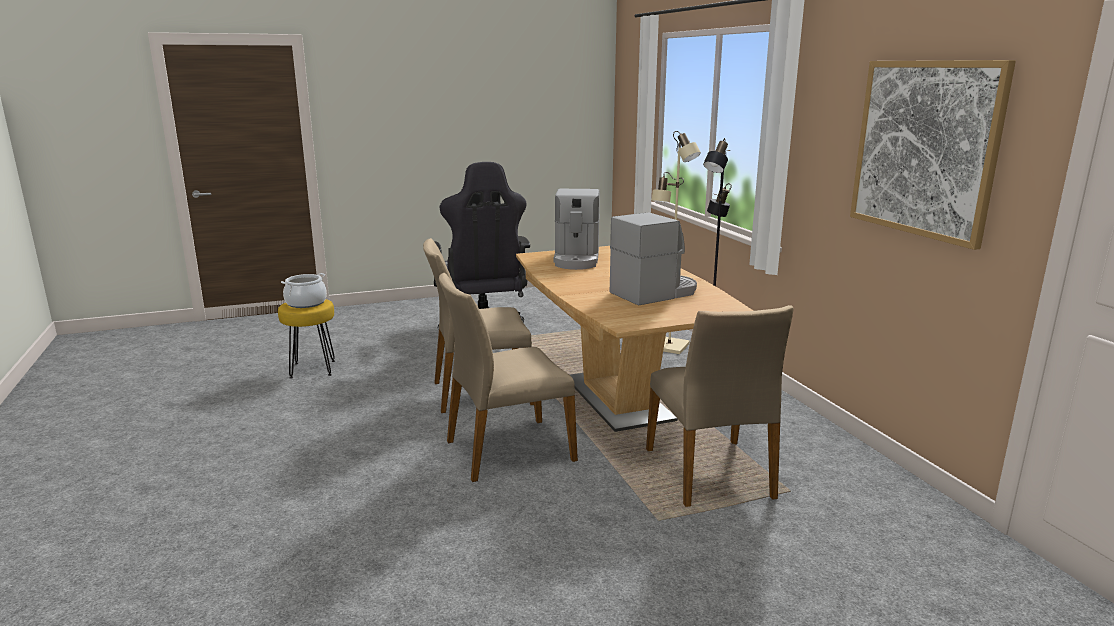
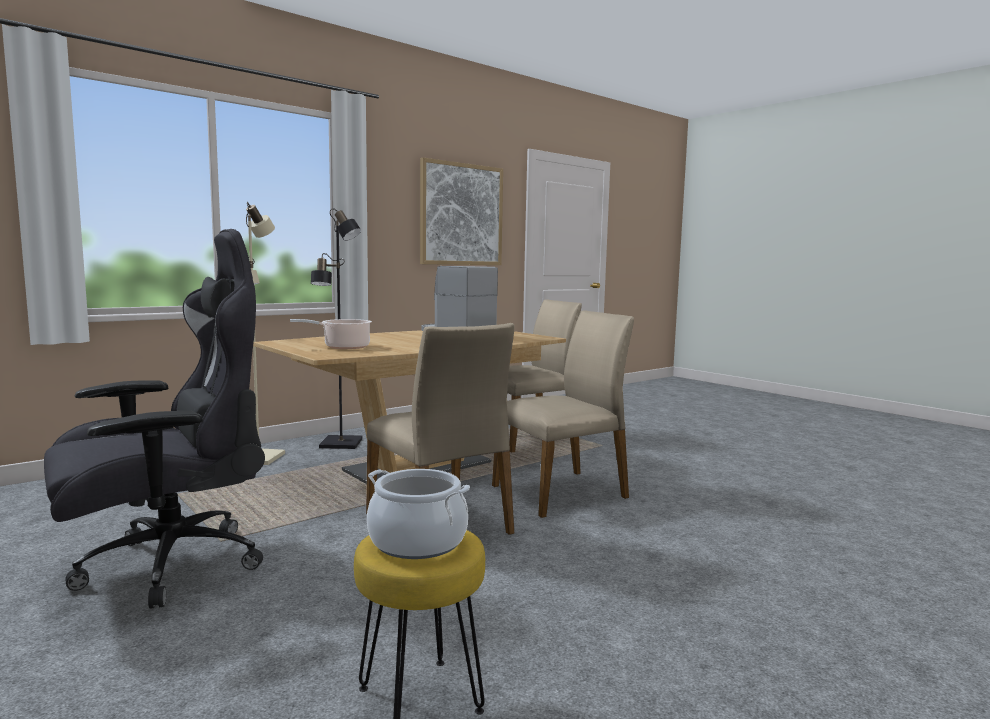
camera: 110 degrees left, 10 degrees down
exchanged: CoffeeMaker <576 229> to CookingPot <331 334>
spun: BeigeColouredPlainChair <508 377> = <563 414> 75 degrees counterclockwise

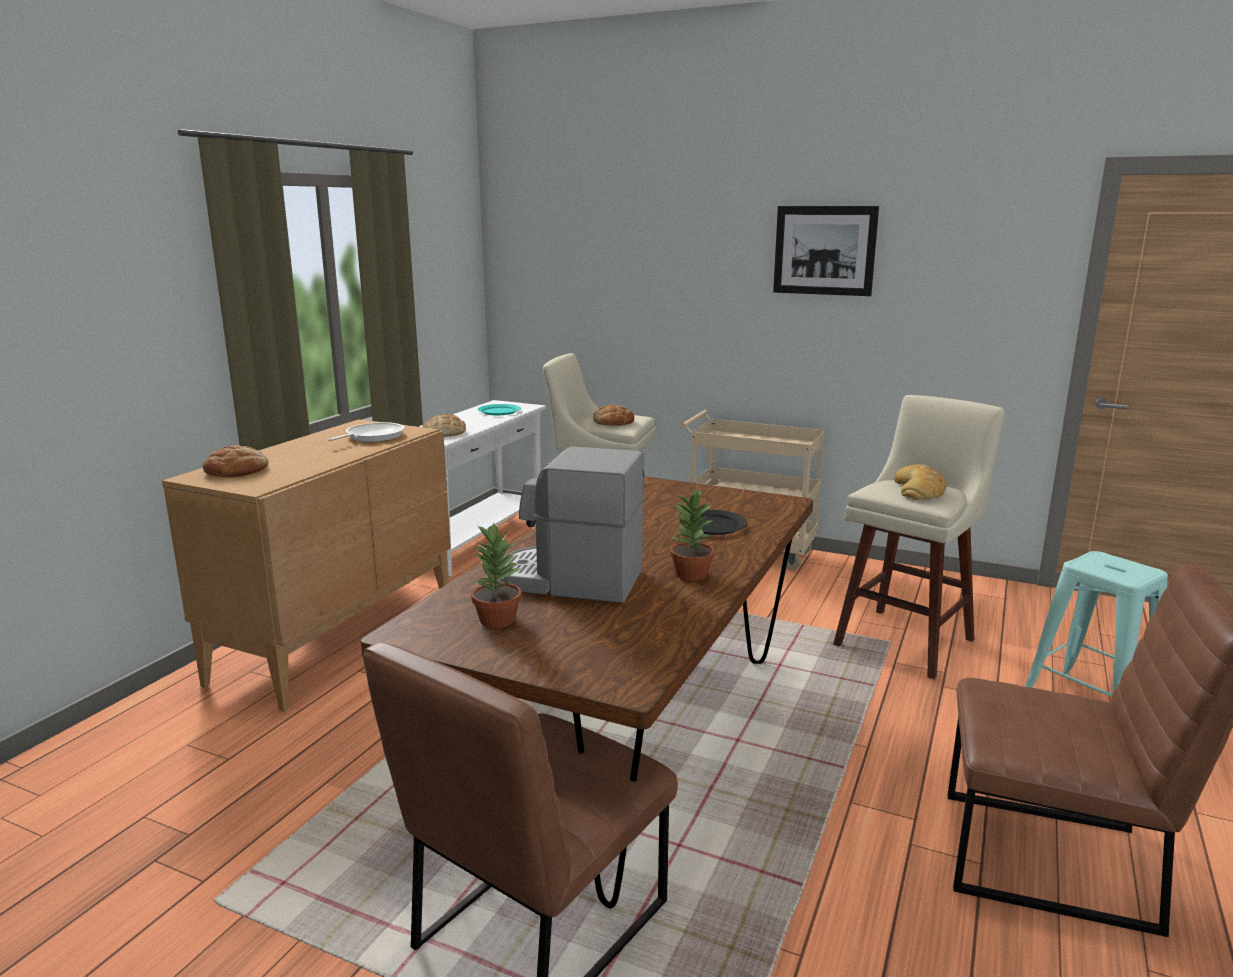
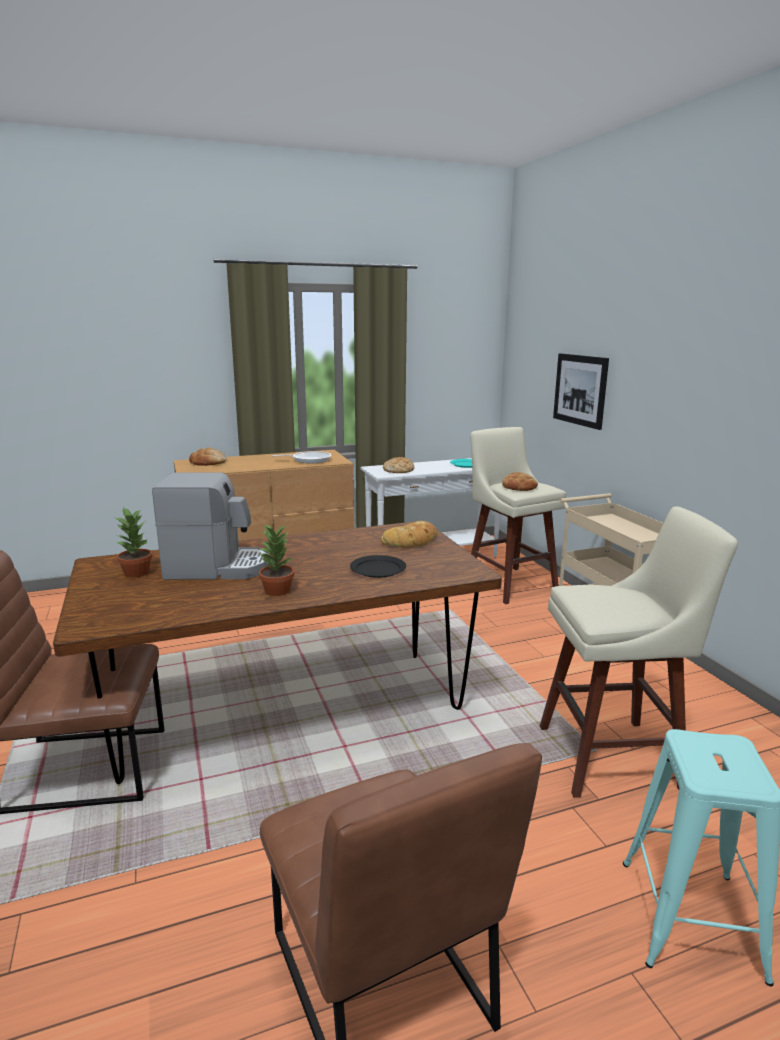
camera: 45 degrees right, 0 degrees up
relocated: Picture <826 251> to <581 391>; BakeryBread <920 482> to <409 534>
spun: CoffeeMaker <572 524> = <210 526> 120 degrees clockwise

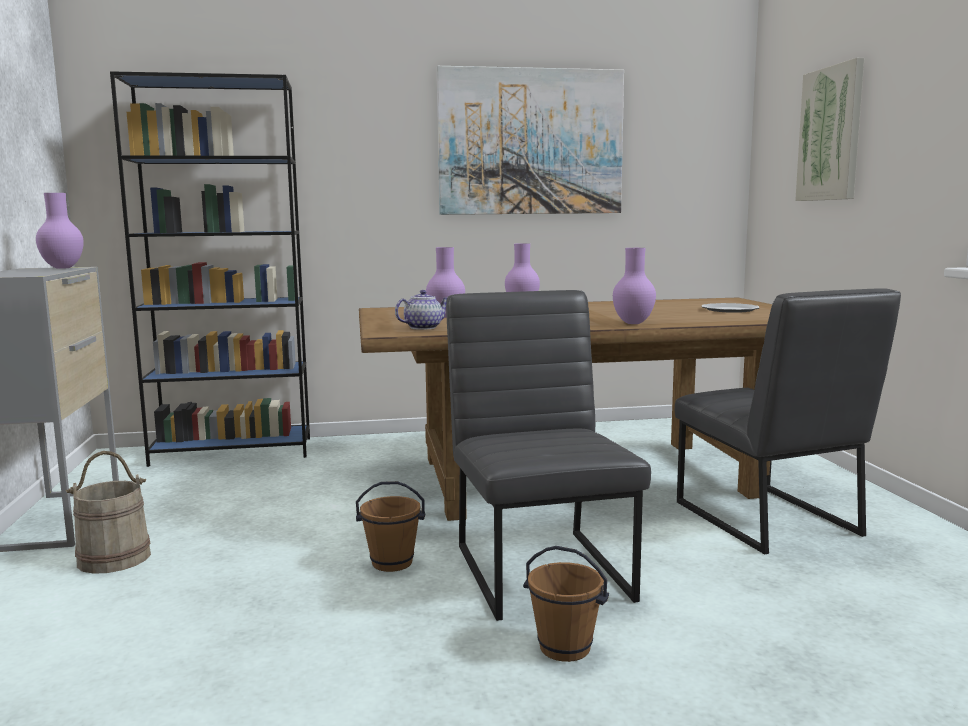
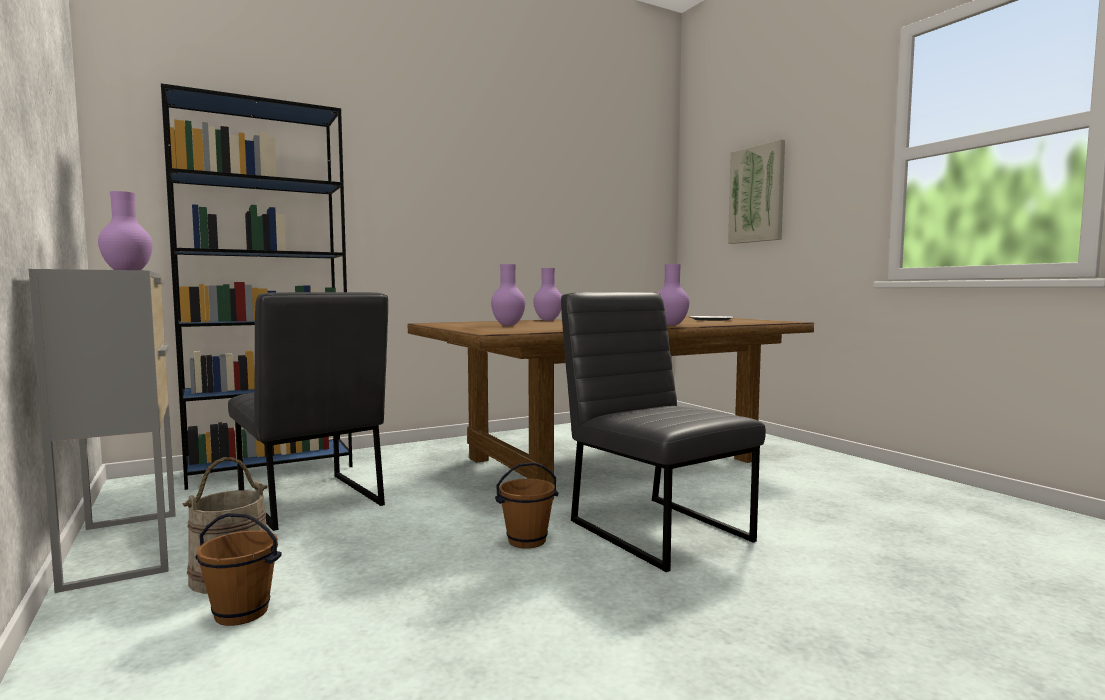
camera: 20 degrees left, 5 degrees down
missing: PotForTea <421 310>; Picture <530 140>
relocated: BrownWaterBucket <566 604> to <238 569>; GreyPlainChair <788 421> to <308 411>

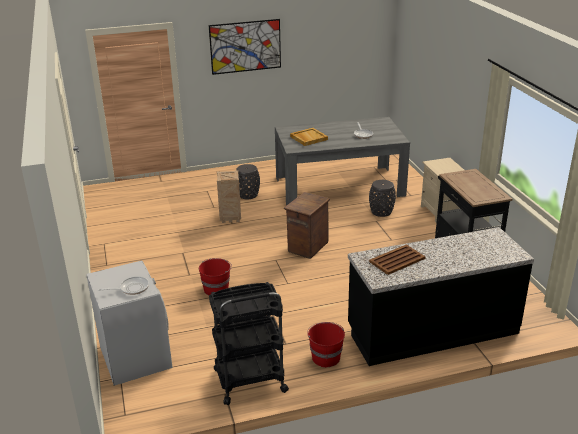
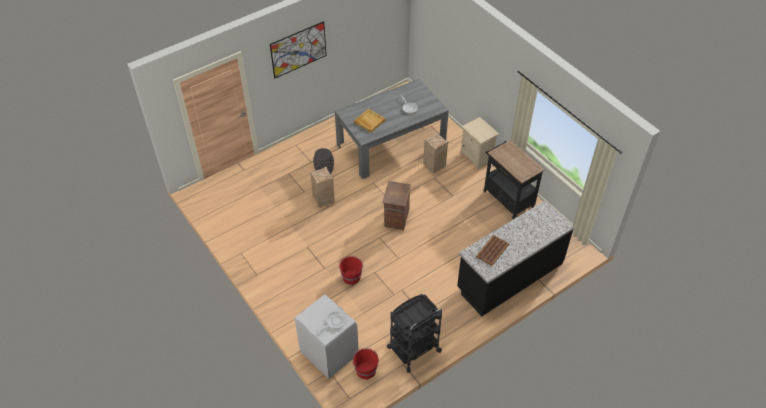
camera: 20 degrees left, 20 degrees up
relocated: ReddishWaterBucket <326 345> to <365 364>
exchanged: GreySittingStool <382 198> to PackingCrate <435 153>

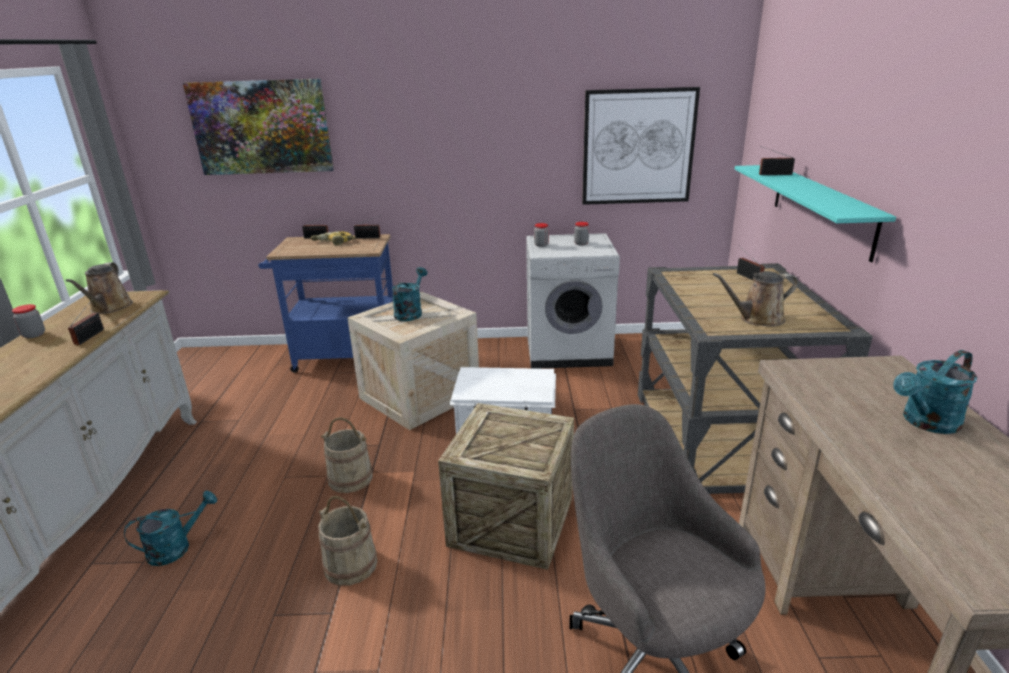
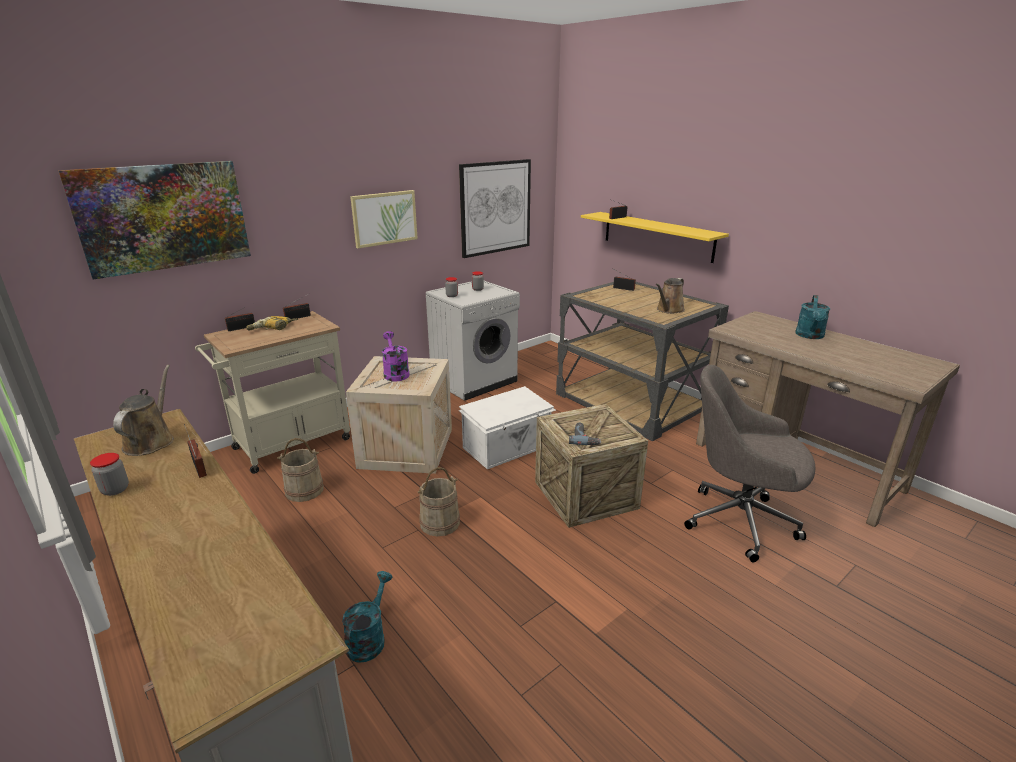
camera: 40 degrees left, 0 degrees up
appeared: Picture <384 219>; ElectricDrill <585 433>
relocated: BeigeColouredWaterBucket <348 541> to <300 470>
colour: BluishWheeledCart <325 303> to BeigeColouredWheeledCart <272 392>; BlueGreenSprinklingCan <409 294> to PurpleSprinklingCan <396 356>; BlueGreenBracketShelf <815 213> to YellowColouredBracketShelf <655 237>
spun: BrownSprinklingCan <99 288> = <143 410> 135 degrees counterclockwise

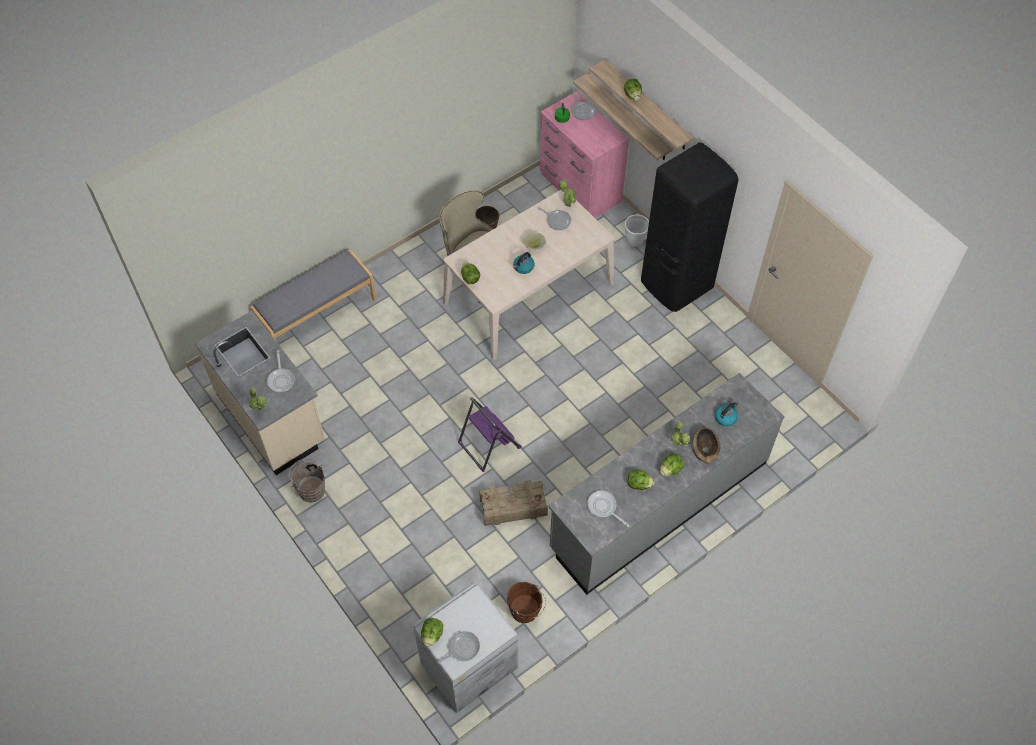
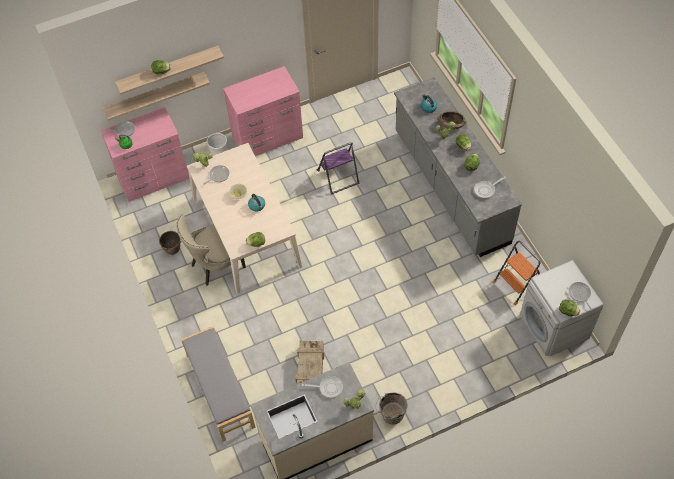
camera: 75 degrees left, 0 degrees up
relocated: PurpleStepladder <490 434> to <338 168>; PackingCrate <513 503> to <309 362>
exchanged: BrownWaterBucket <526 602> to OrangeyStepladder <516 273>; BlackishFridge <690 227> to PinkChestOfDrawers <263 111>

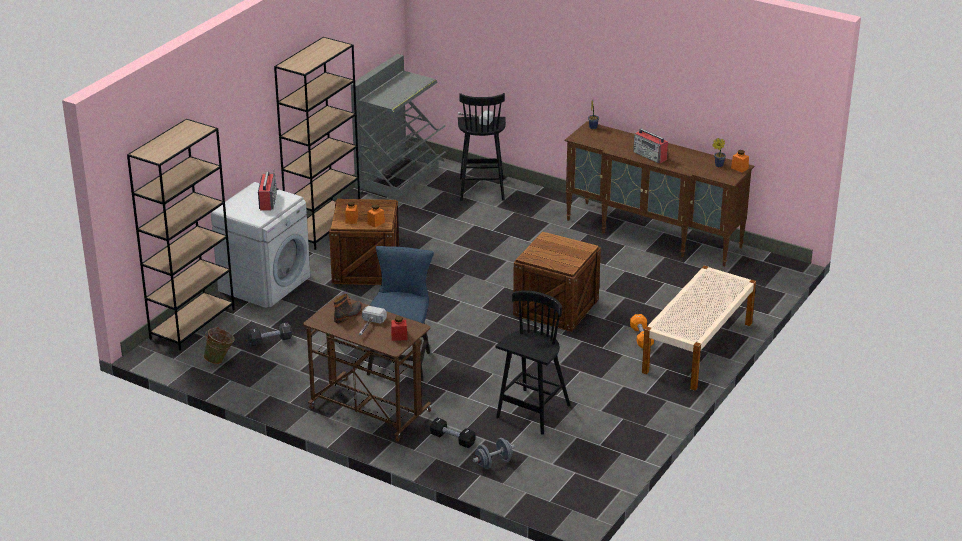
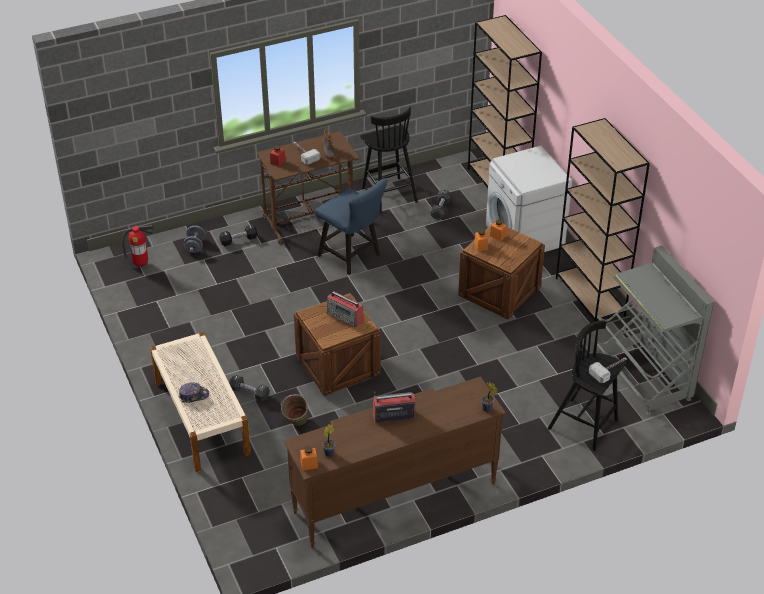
camera: 125 degrees right, 10 degrees up
appeared: Extinguisher <138 246>; BaseballCap <194 392>
relocated: GreenColouredWaterBucket <219 345> to <294 410>; Radio <268 191> to <345 309>; BlackishSittingStool <533 362> to <389 159>
colour: OrangeyFreeWeight <642 331> to BlackishFreeWeight <249 388>

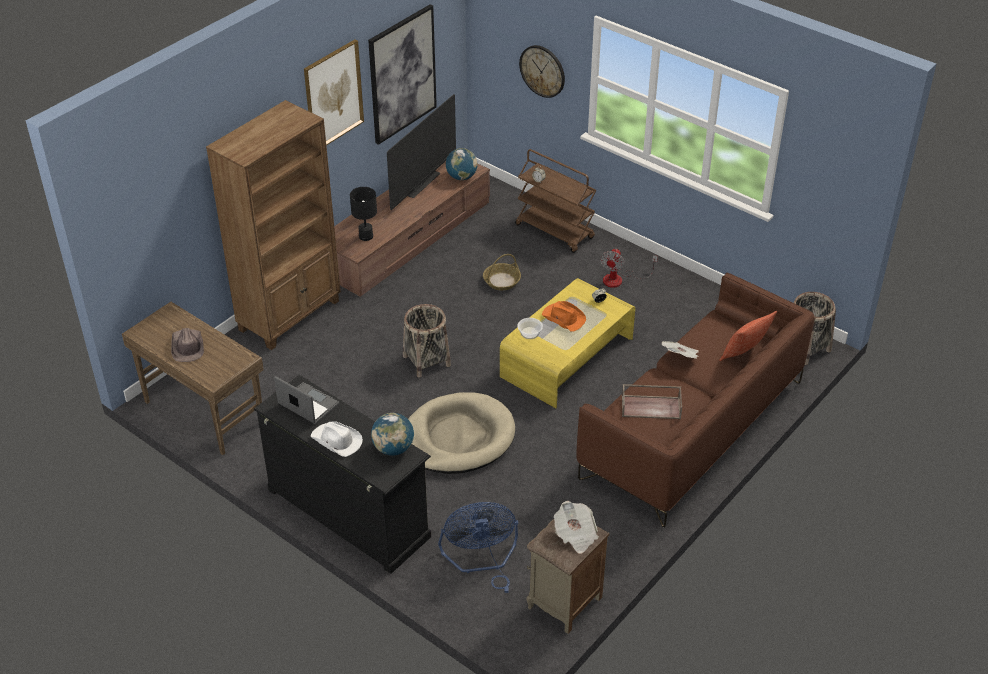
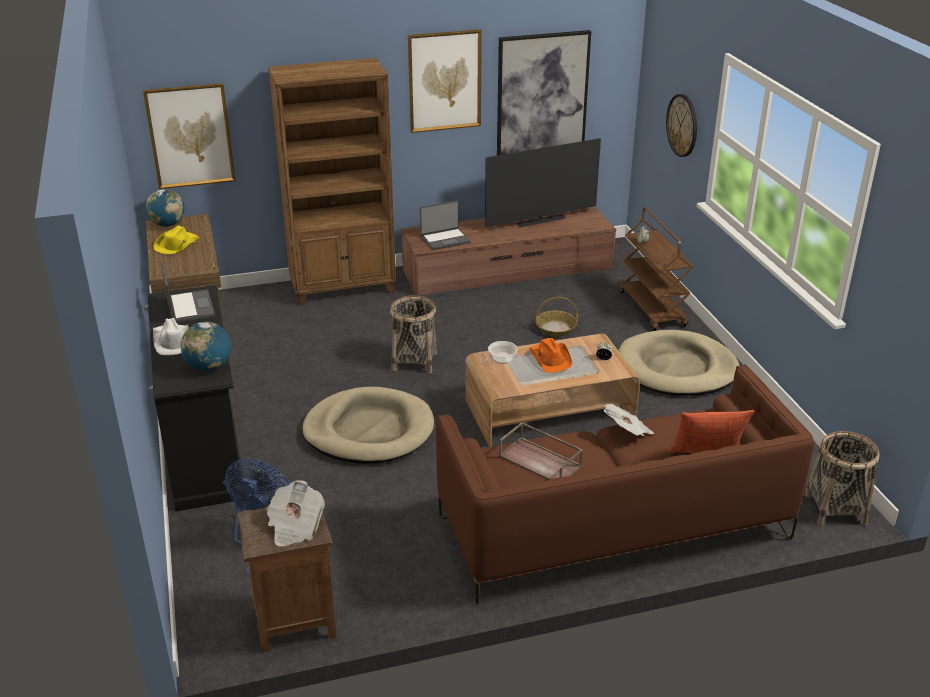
camera: 35 degrees right, 10 degrees down
appeared: Picture <189 136>
relocated: WorldGlobe <461 164> to <165 208>
exchanged: BlackishLampForATable <363 214> to PortableComputer <445 225>; CoolingFan <629 268> to BeigeColouredDogBed <678 363>
colour: BrownClothingHat <187 345> to YellowColouredClothingHat <176 240>; YellowColouredLowTable <567 343> to BrownLowTable <552 390>

